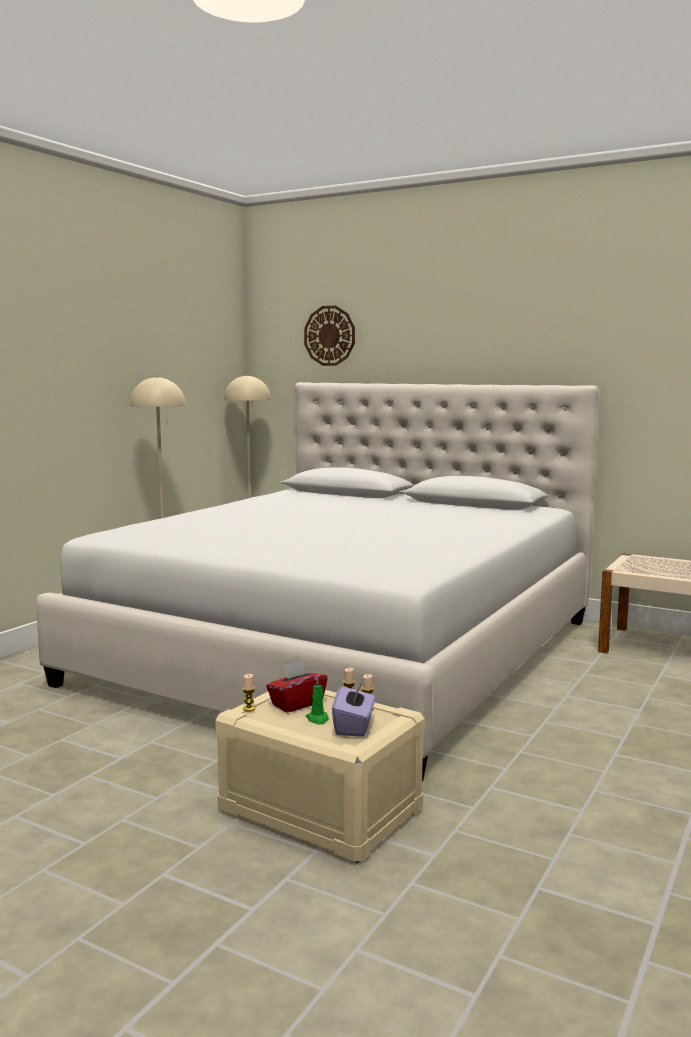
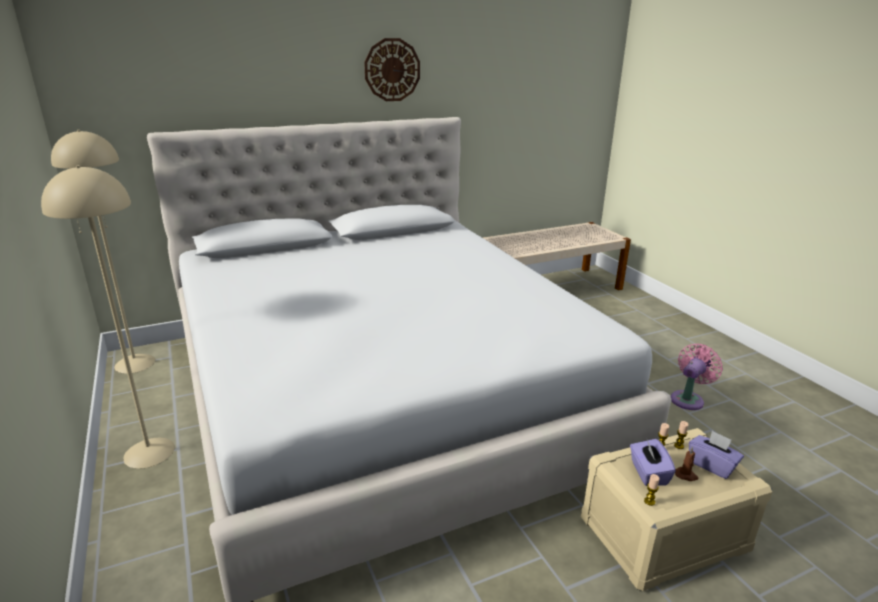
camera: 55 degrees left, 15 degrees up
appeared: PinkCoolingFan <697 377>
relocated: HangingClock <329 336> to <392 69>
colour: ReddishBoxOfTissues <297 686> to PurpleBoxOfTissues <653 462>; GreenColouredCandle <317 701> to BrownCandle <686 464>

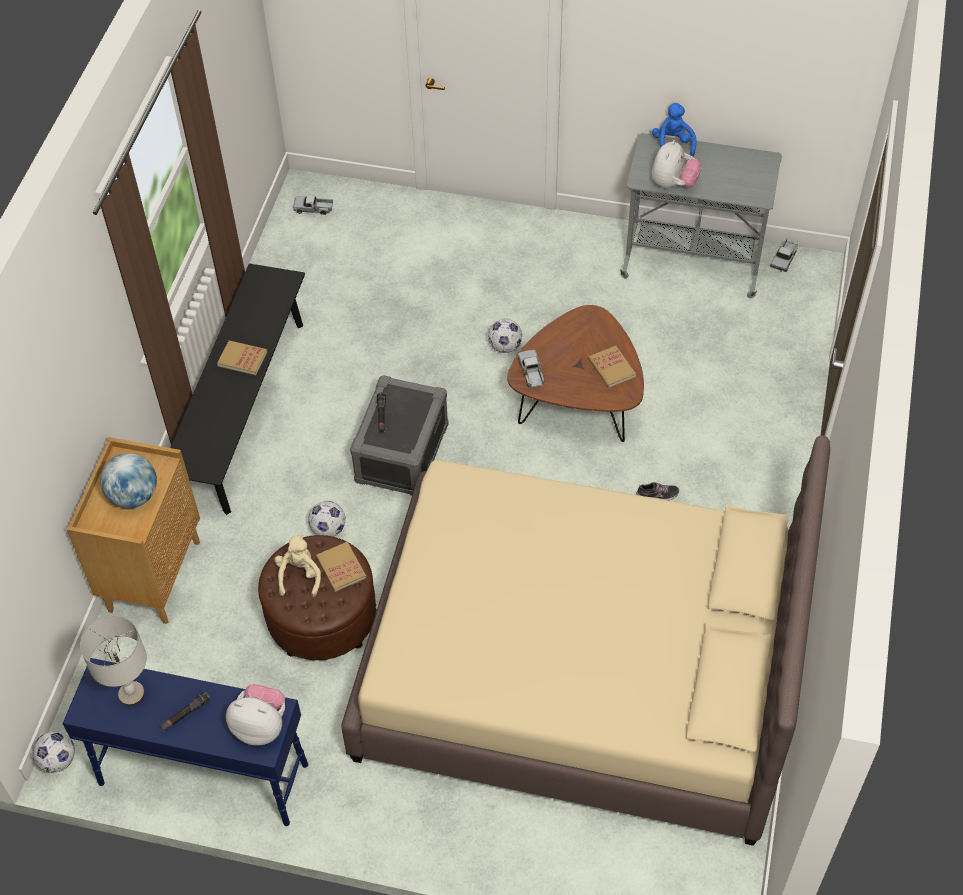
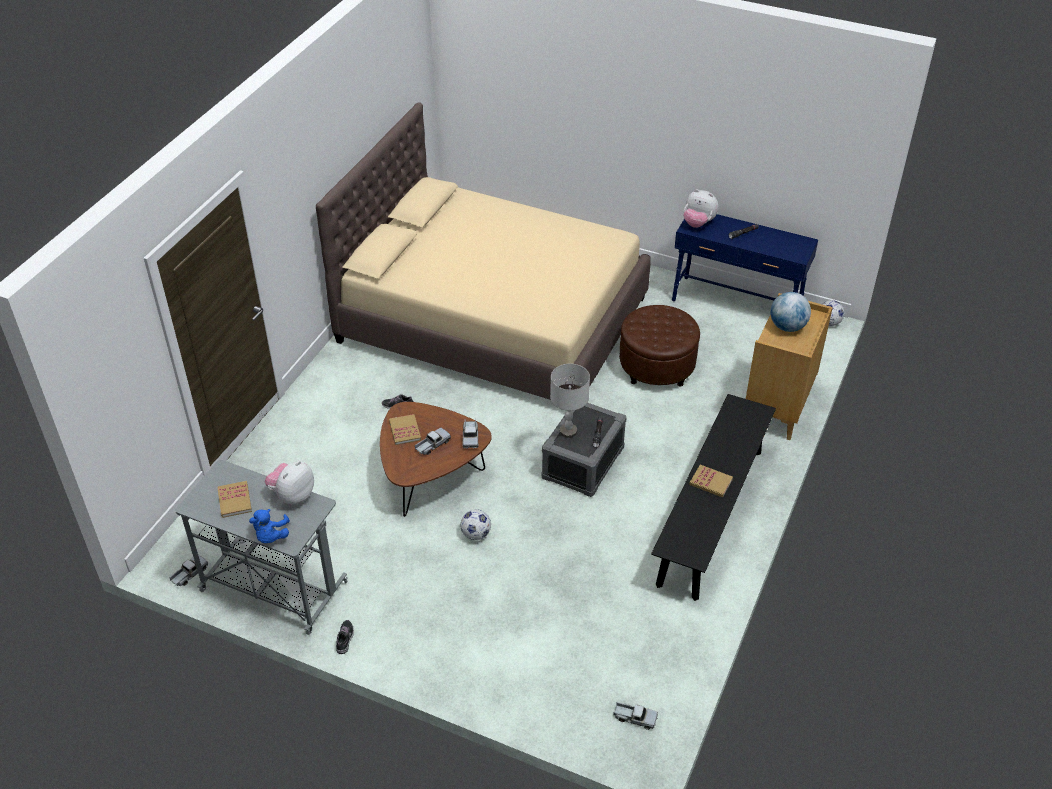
camera: 170 degrees left, 10 degrees down
missing: BeigeColouredCuddlyToy <297 565>; FootballBall <327 519>
appeared: ItemOfFootwear <345 637>; ToyLorry <433 441>
relocated: GreyLampForATable <113 661> to <570 401>; Book <341 567> to <234 499>

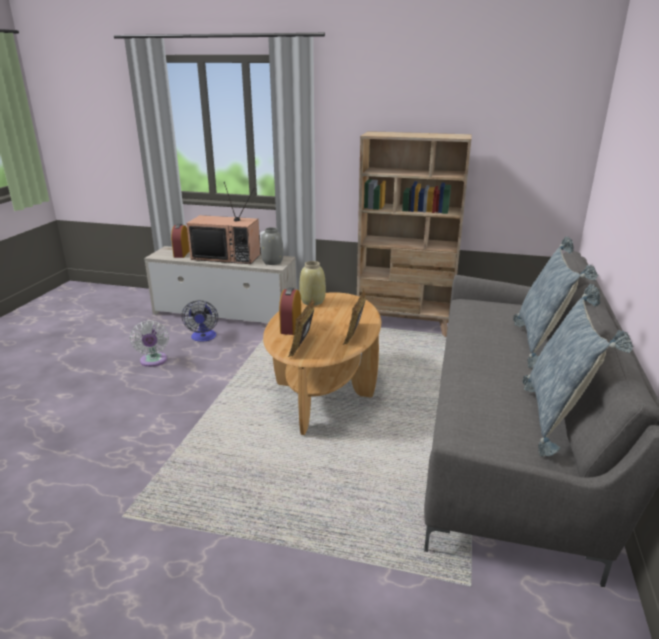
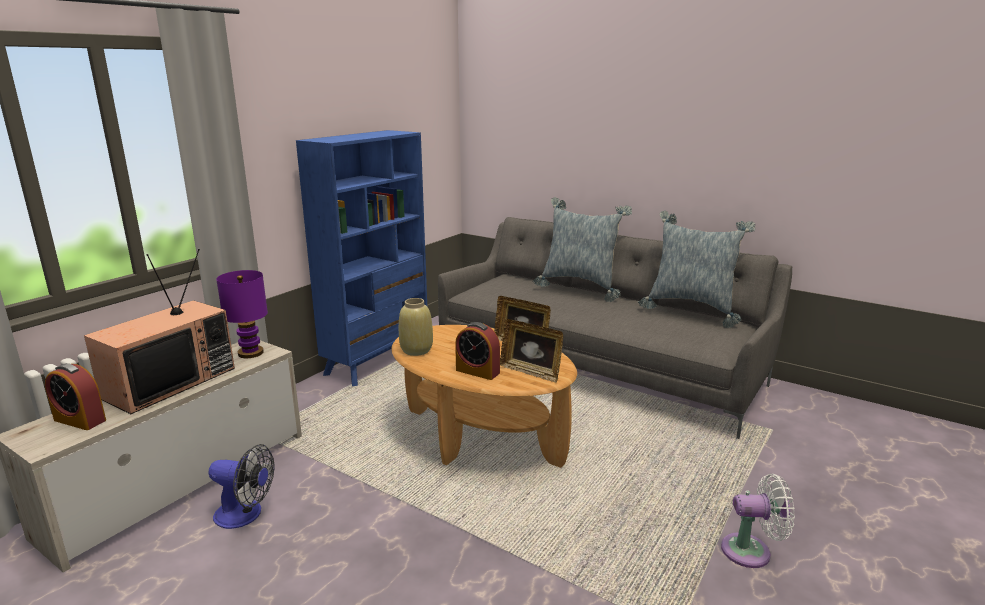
camera: 70 degrees left, 5 degrees down
relocated: WhiteColouredCoolingFan <149 343> to <758 521>
exchanged: GreyDecorativeVase <272 246> to PurpleLampForATable <242 314>
colour: BeigeColouredShelvingUnit <414 234> to BluishShelvingUnit <361 258>

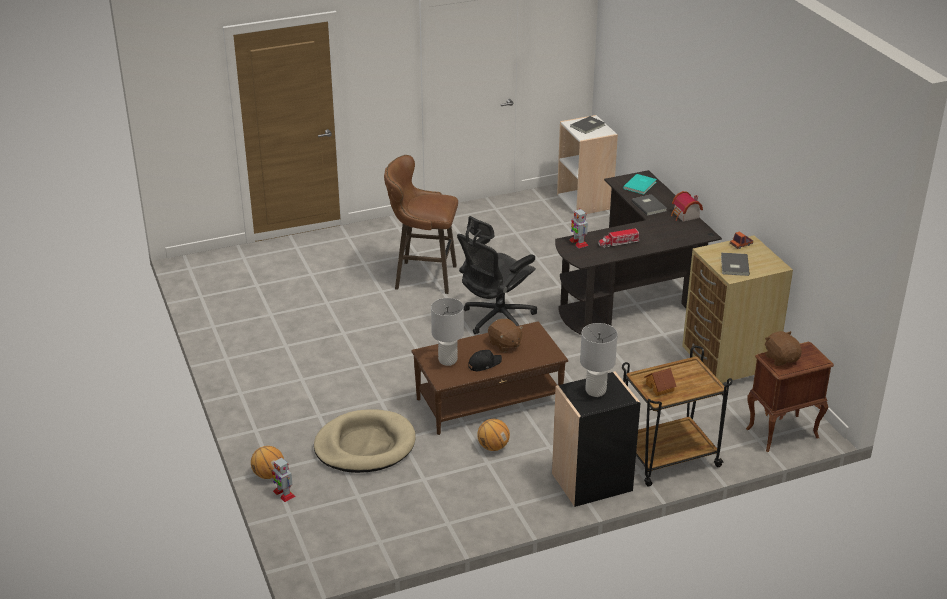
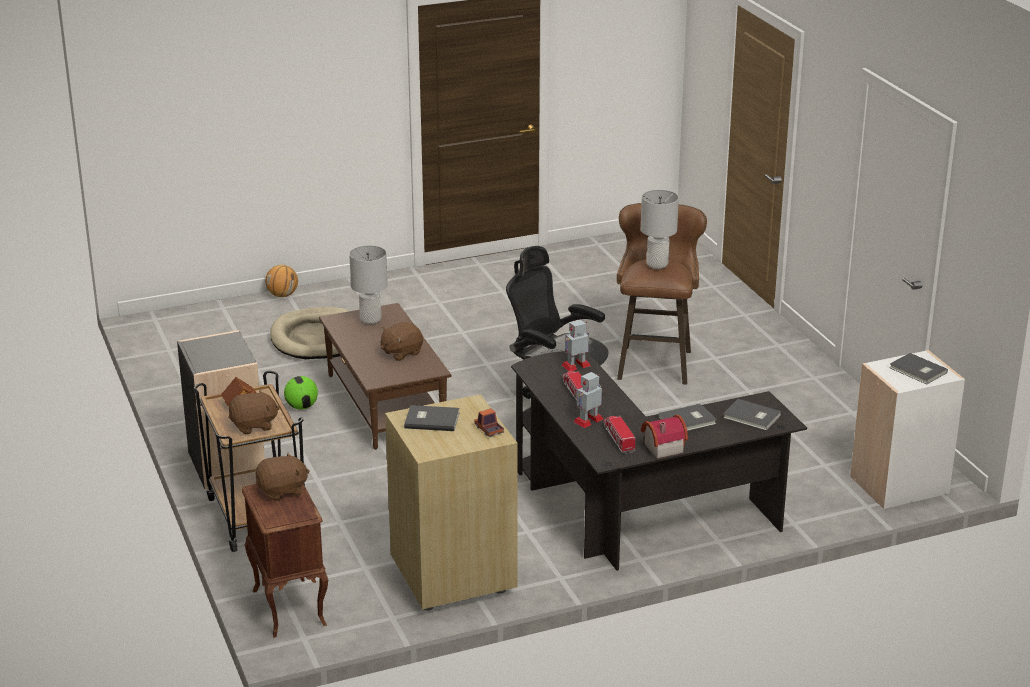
camera: 90 degrees right, 5 degrees down
missing: BlackishBaseballCap <485 360>
appeared: BrownCuddlyToy <254 411>; ToyLorry <619 435>
relocated: ToyRobot <284 479> to <588 400>; GreyLampForATable <599 360> to <660 229>
exchanged: BasketballBall <493 435> to FootballBall <301 393>
colour: BlueGreenBook <640 184> to GreyBook <752 415>

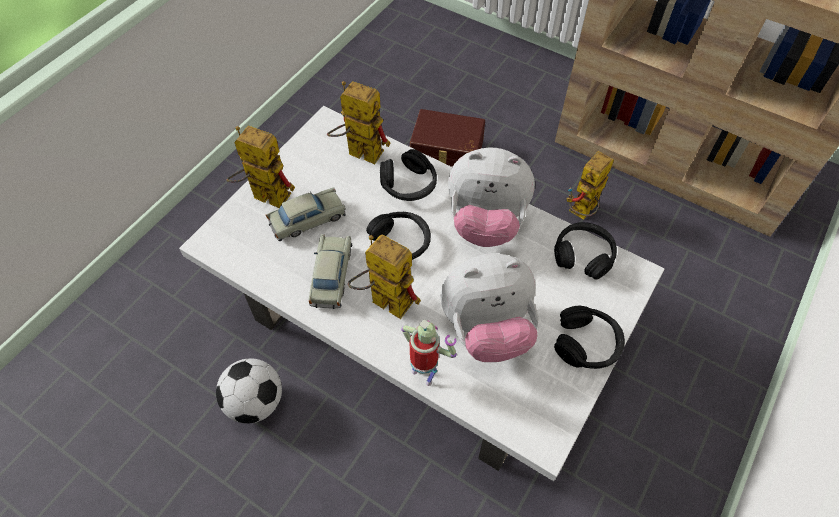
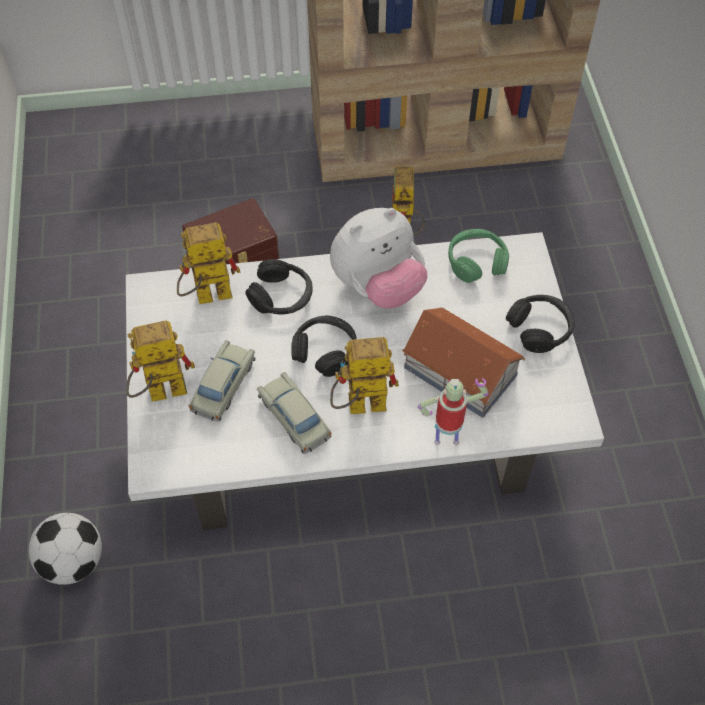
camera: 40 degrees left, 0 degrees up
relocated: FootballBall <249 391> to <65 549>
exchanged: CuddlyToy <489 307> to ToyHouse <464 362>
colour: BlackishHeadset <585 251> to GreenColouredHeadset <478 256>

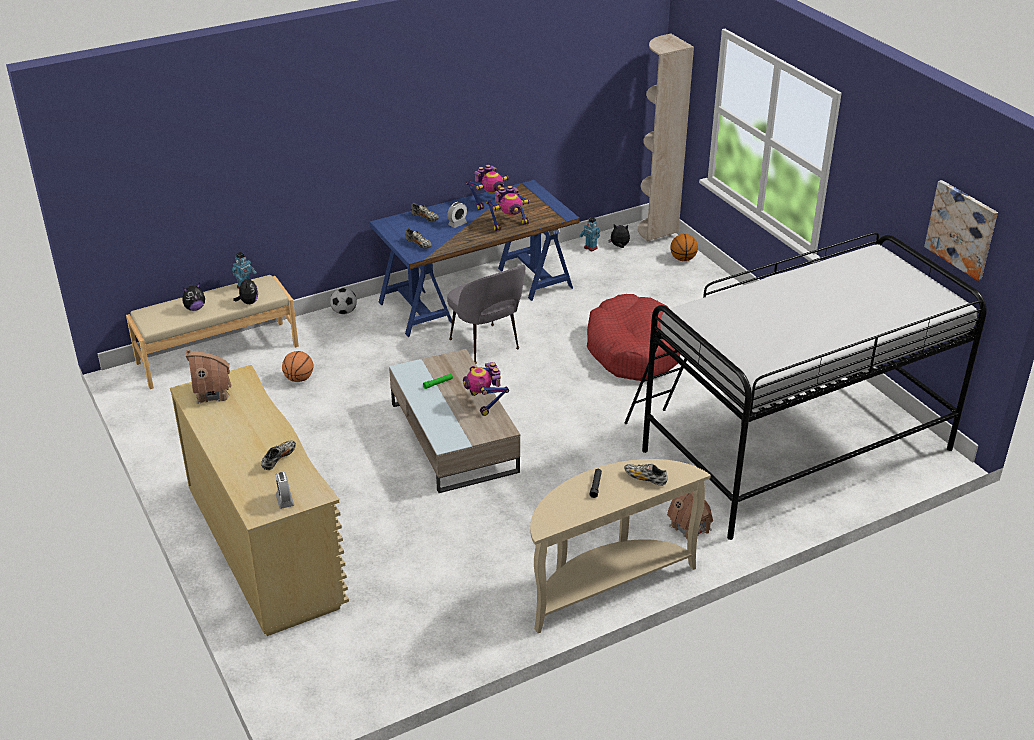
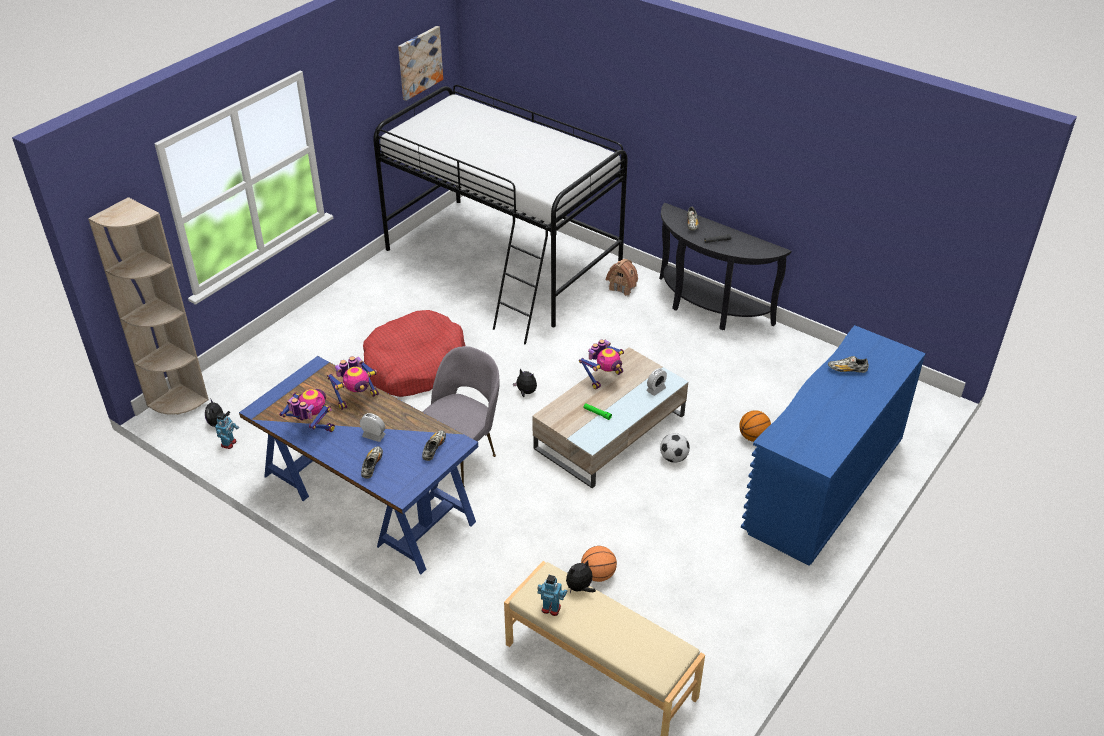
camera: 115 degrees left, 5 degrees up
missing: ToyHouse <208 376>
relocated: CuddlyToy <194 297> to <525 383>; TableClock <285 490> to <656 382>; FootballBall <343 301> to <675 448>; BasketballBall <684 247> to <755 426>
colour: BeigeColouredChestOfDrawers <259 500> to BluishChestOfDrawers <833 445>; BeigeColouredHallTable <620 546> to BlackishHallTable <725 266>
spun: ToyRobot <508 208> = <353 383> 105 degrees clockwise

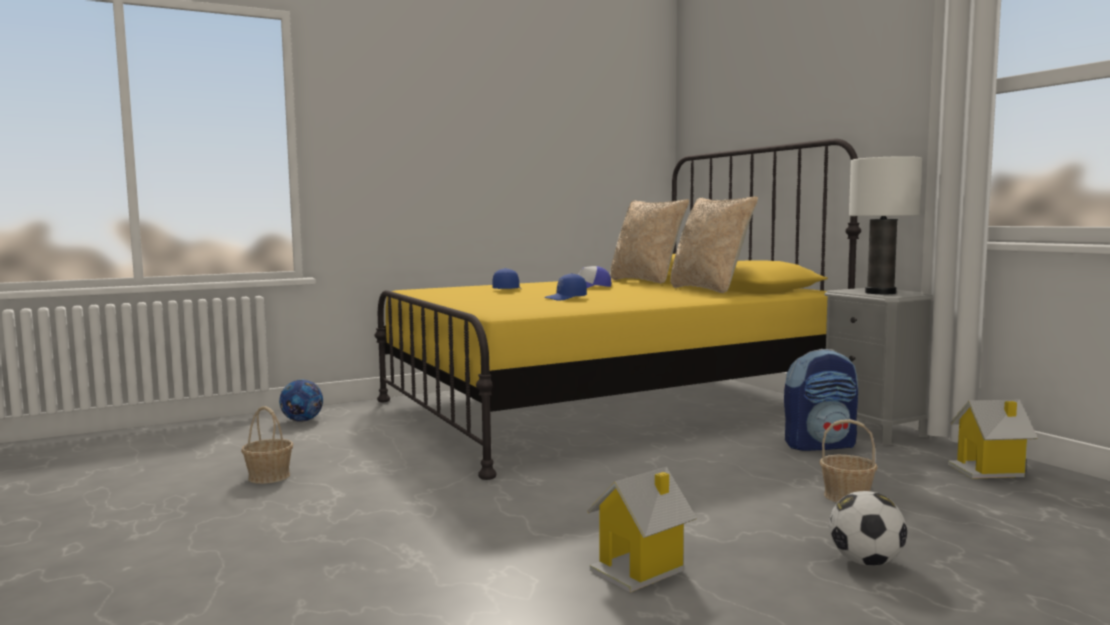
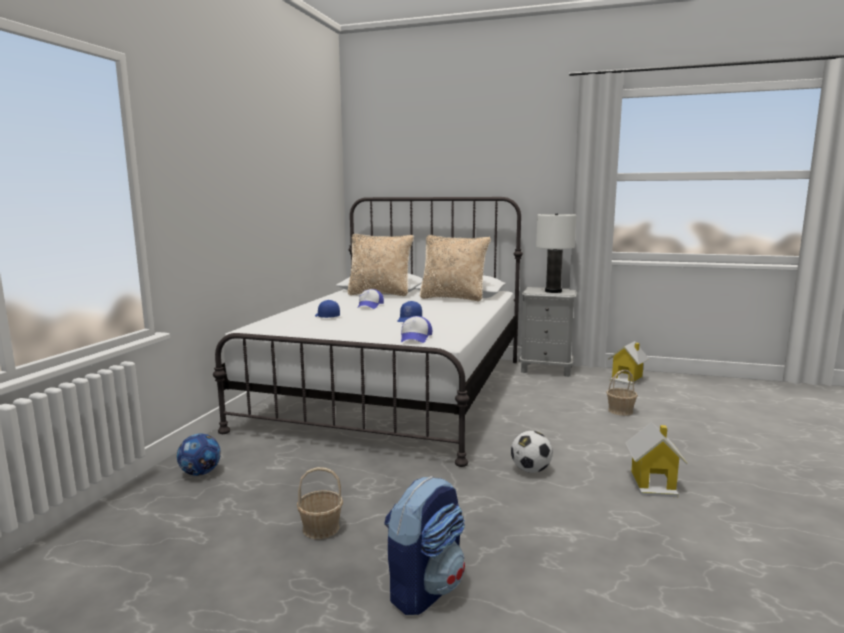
camera: 45 degrees left, 5 degrees up
appeared: BaseballCap <416 329>
relocated: Backpack <821 400> to <424 545>; FootballBall <868 528> to <532 452>
colour: YellowColouredBed <617 309> to WhiteColouredBed <368 332>

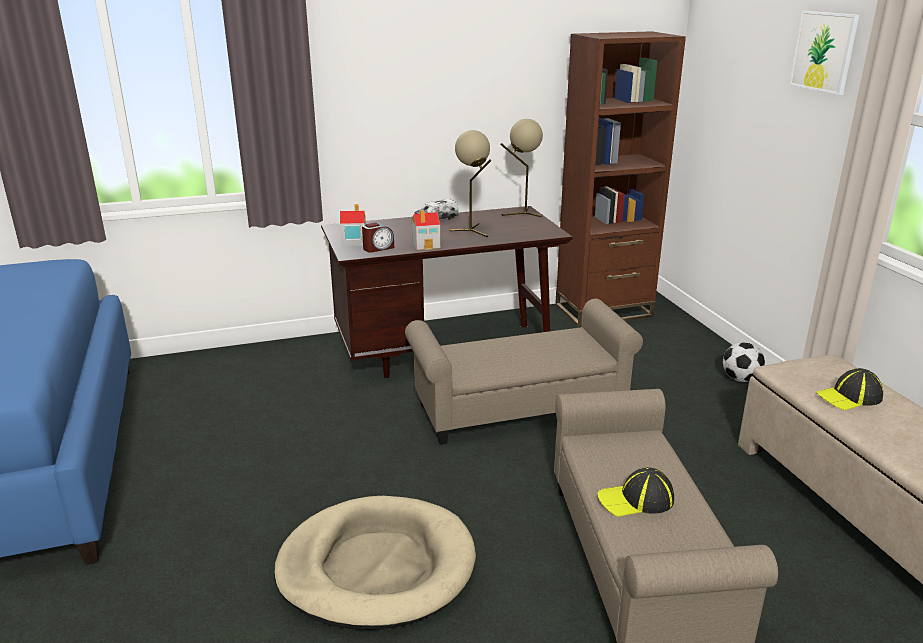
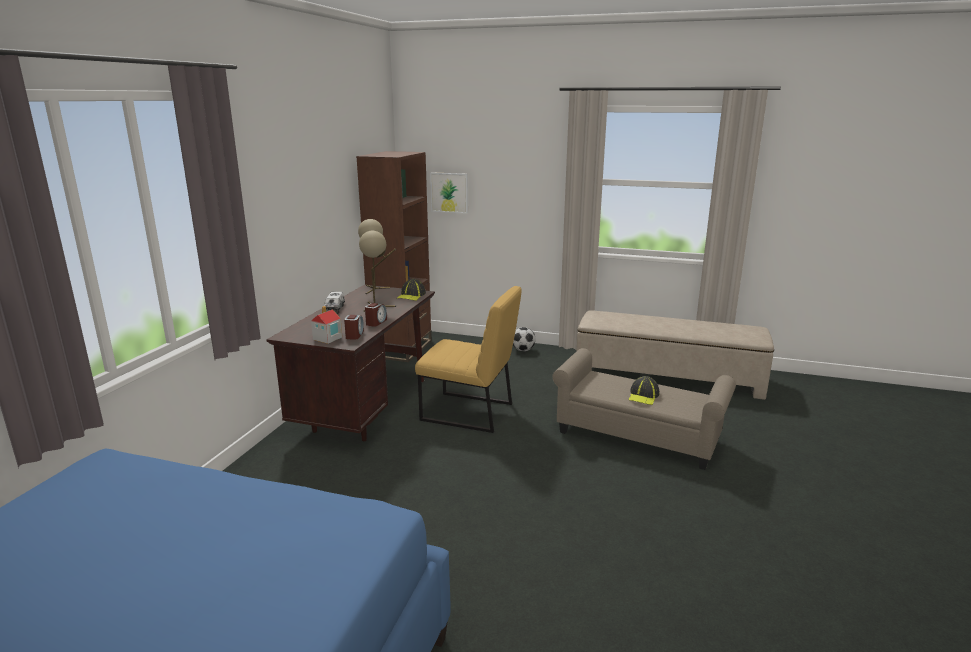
camera: 55 degrees left, 5 degrees down
missing: BeigeColouredDogBed <375 563>
relocated: Picture <824 53> to <449 193>; BaseballCap <849 389> to <411 290>
exchanged: BeigeColouredFootrest <524 372> to YellowColouredPlainChair <468 359>; ToyHouse <426 230> to TableClock <376 315>

